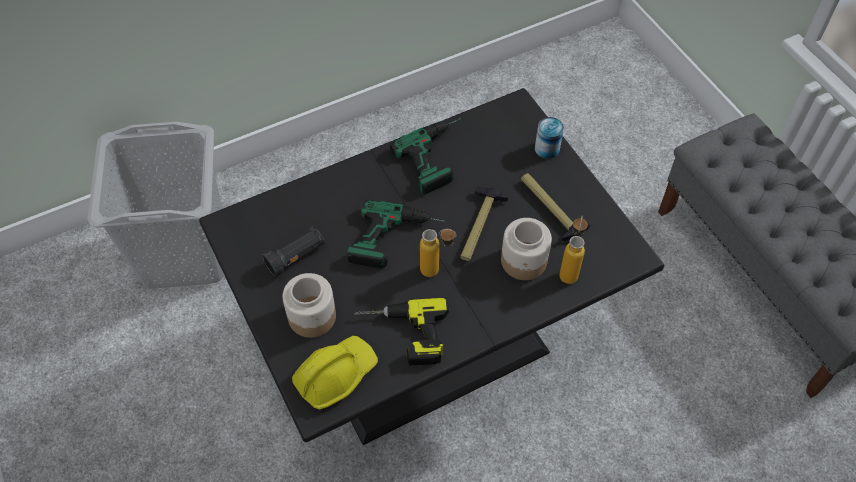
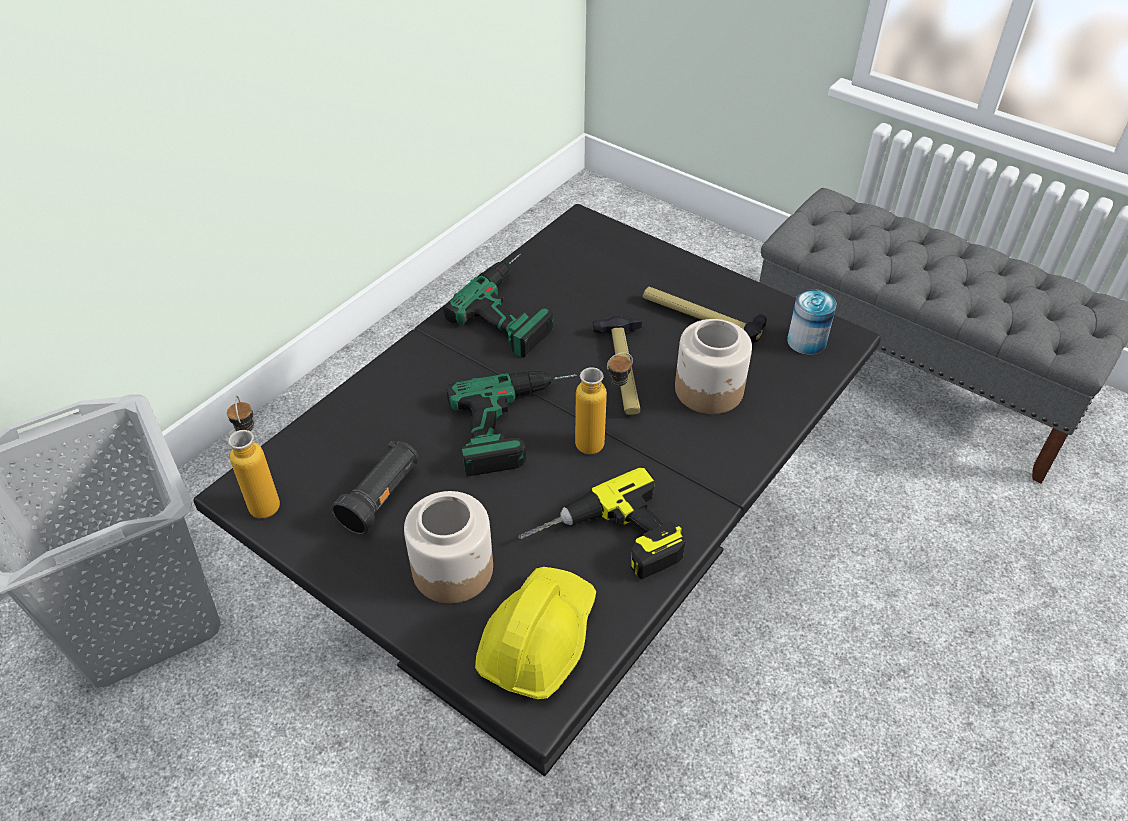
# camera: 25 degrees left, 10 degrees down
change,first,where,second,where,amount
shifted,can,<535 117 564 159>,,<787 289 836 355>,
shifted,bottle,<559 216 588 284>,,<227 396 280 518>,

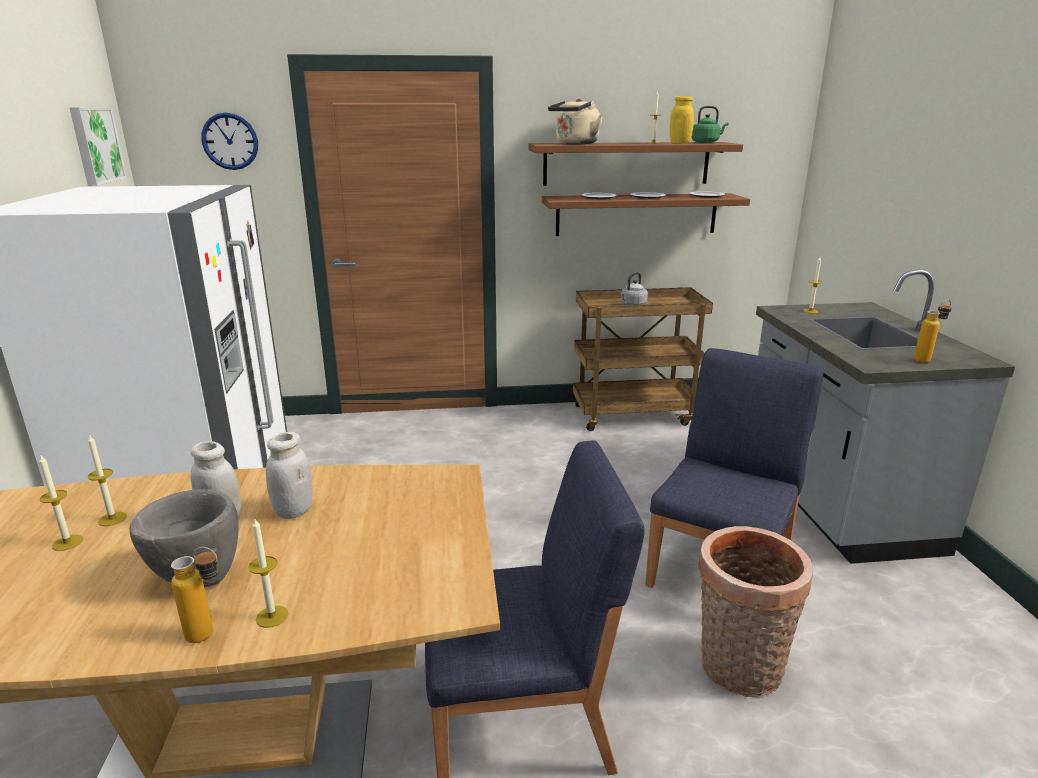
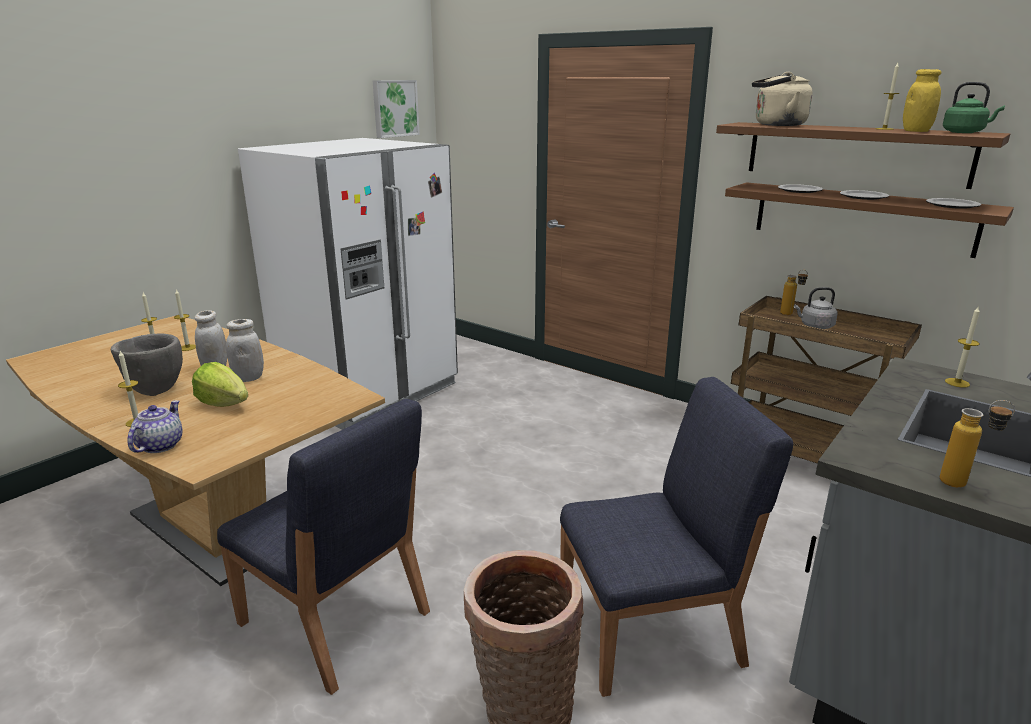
# camera: 45 degrees right, 0 degrees up
change,first,where,second,where,amount
gone,wall clock,<201 113 258 170>,,,
new,,,teapot,<127 400 182 453>,
new,,,lettuce,<192 362 248 407>,
shifted,bottle,<171 547 218 643>,,<780 270 808 315>,

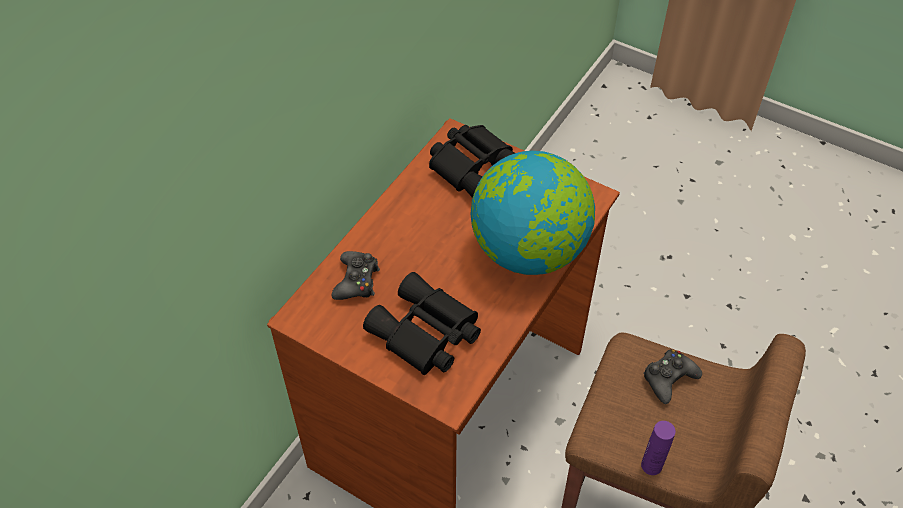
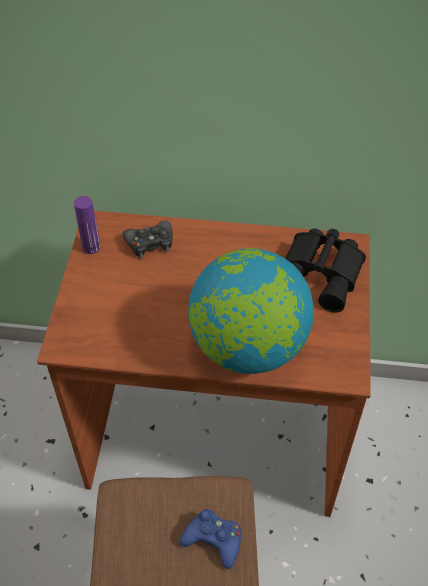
# camera: 65 degrees right, 0 degrees up
change,first,where,second,where,amount
gone,black binoculars,<363 272 481 375>,,,
shifted,purple bottle,<641 421 676 475>,,<74 196 100 254>,
repainted,black game controller,<643 349 702 404>,blue game controller,<180 509 241 569>,

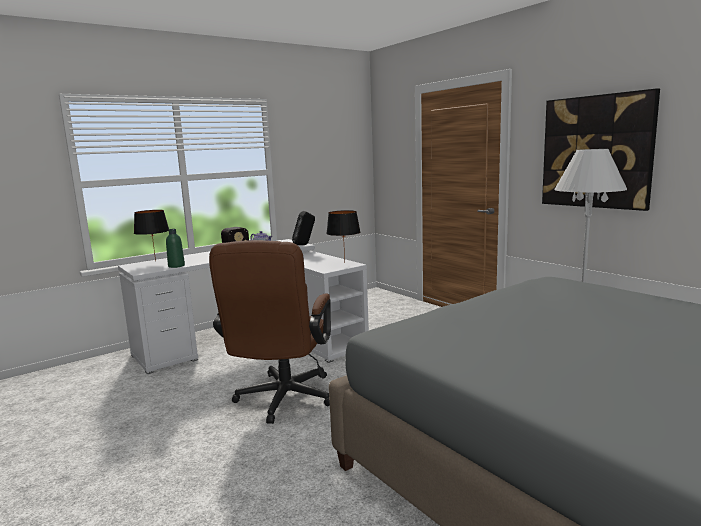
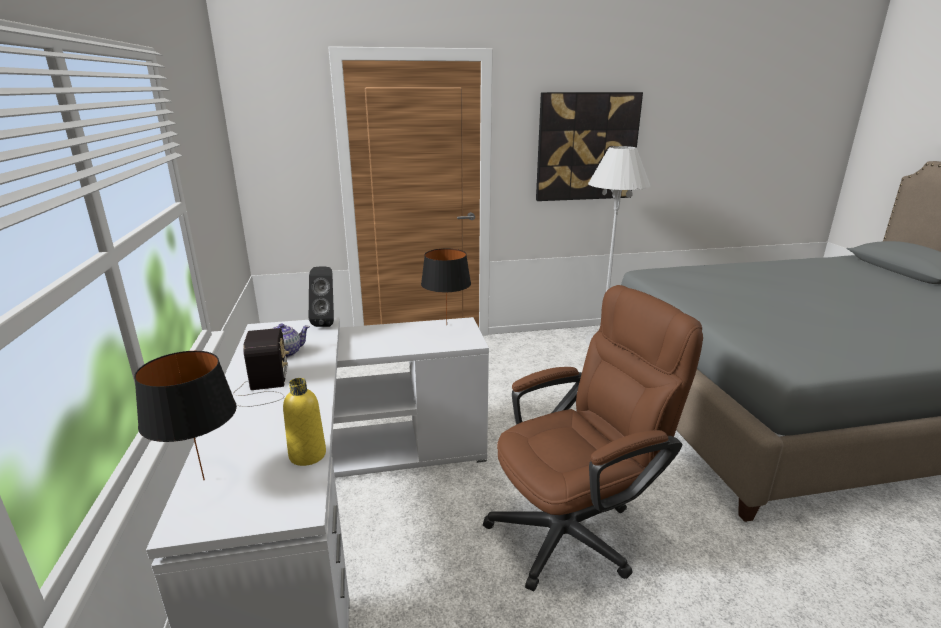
# camera: 65 degrees left, 10 degrees up
change,first,where,second,where,amount
repainted,green bottle,<166 229 185 268>,yellow bottle,<283 378 326 466>,
rotated,brown office chair,<209 240 331 424>,,<483 285 703 591>,60 degrees counterclockwise

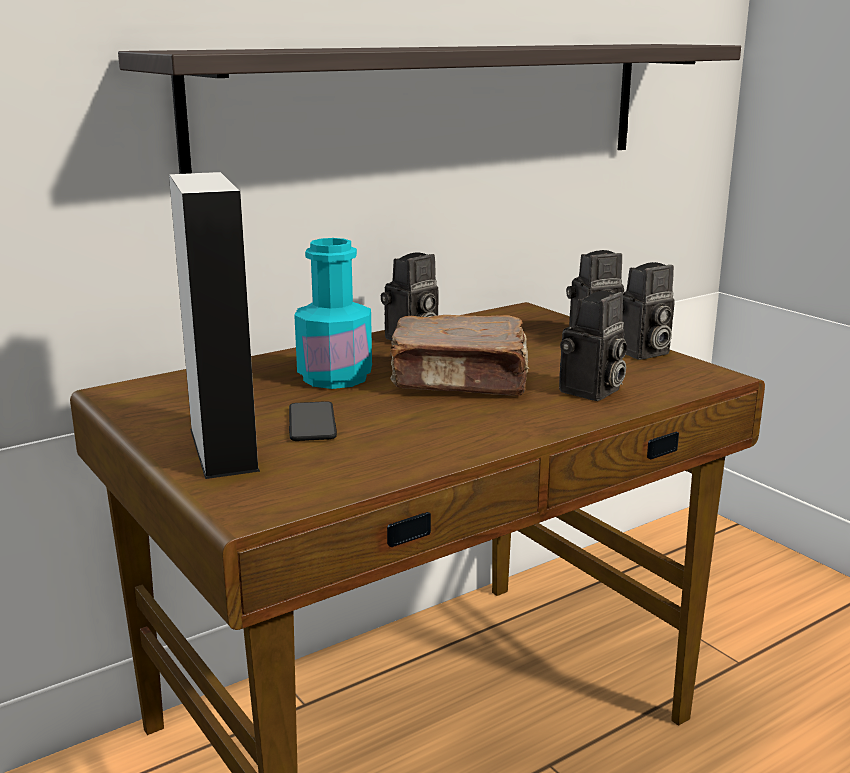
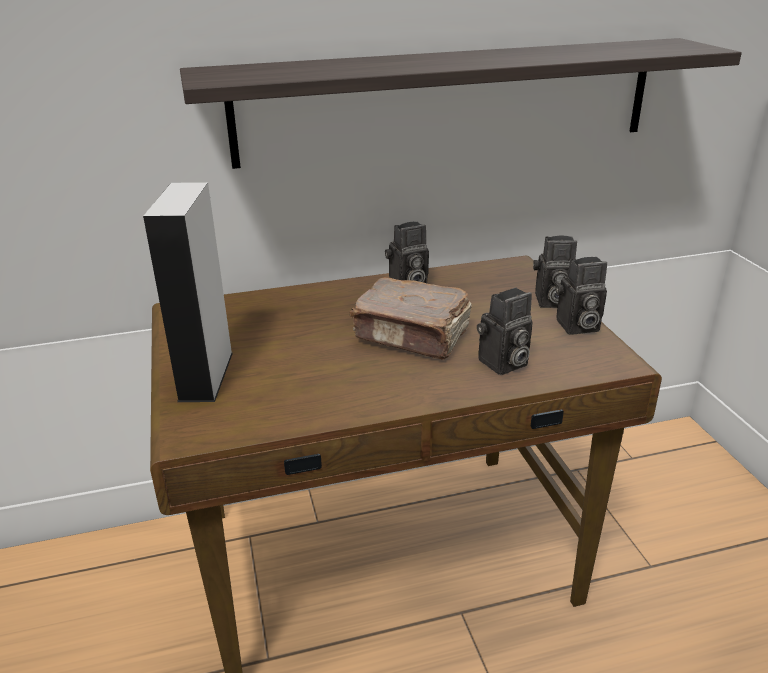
# camera: 20 degrees right, 10 degrees up
change,first,where,second,where,amount
gone,phone,<289 401 337 441>,,,
gone,turquoise bottle,<294 238 372 389>,,,

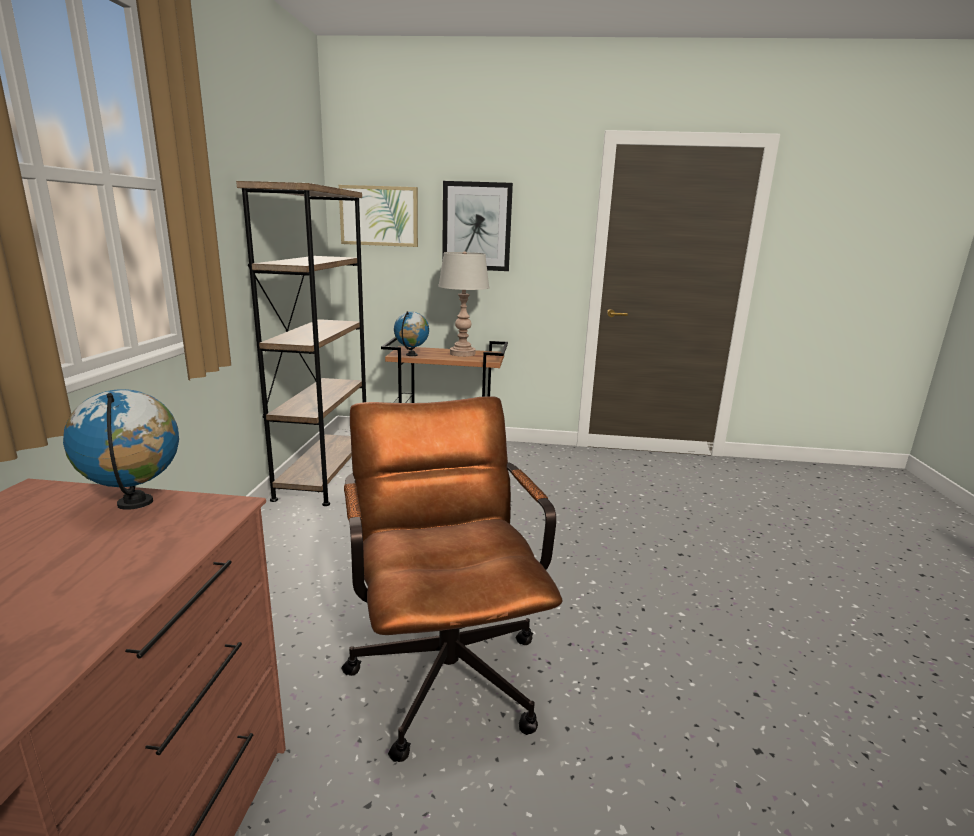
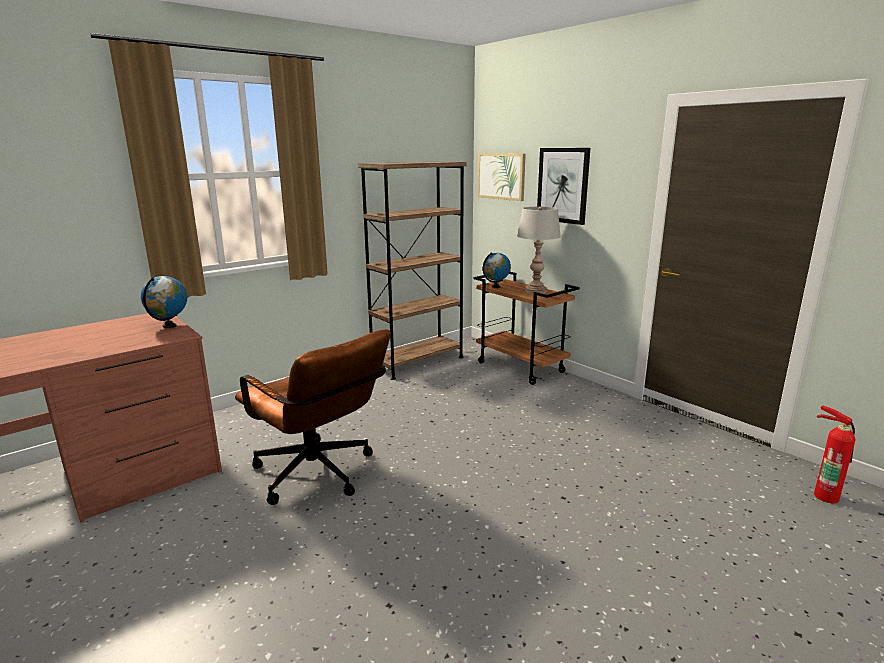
# camera: 45 degrees right, 0 degrees up
change,first,where,second,where,amount
new,,,fire extinguisher,<814 406 856 503>,
rotated,brown office chair,<341 396 563 762>,,<235 330 391 505>,105 degrees clockwise

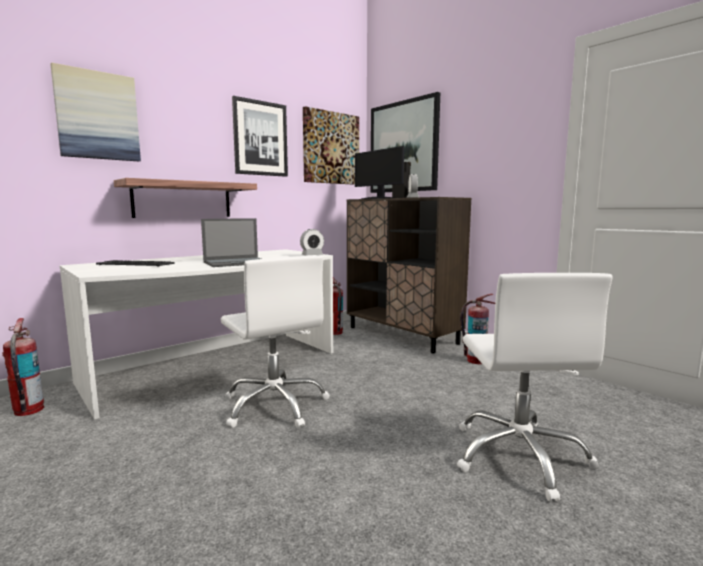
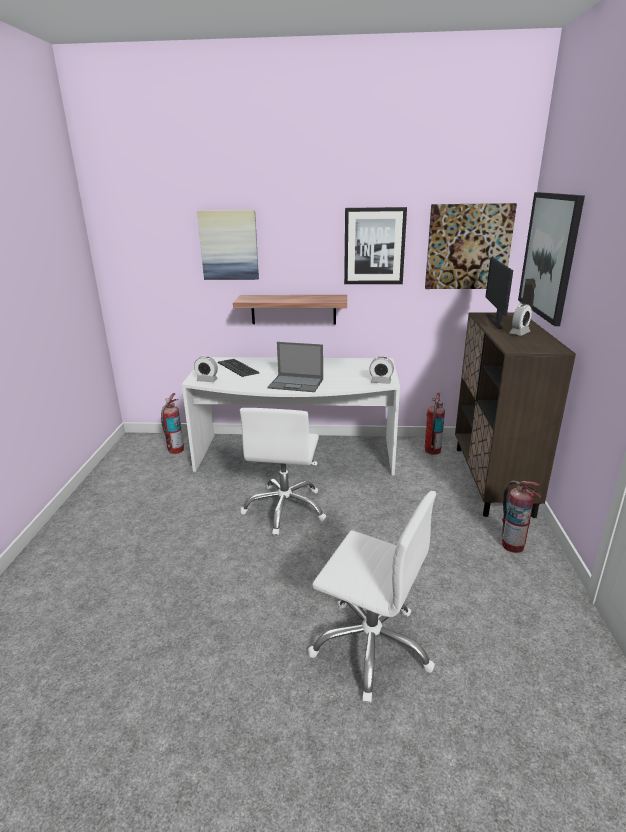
# camera: 45 degrees right, 15 degrees up
change,first,where,second,where,amount
new,,,alarm clock,<194 356 218 382>,
rotated,white office chair,<457 273 613 501>,,<308 491 436 703>,105 degrees counterclockwise

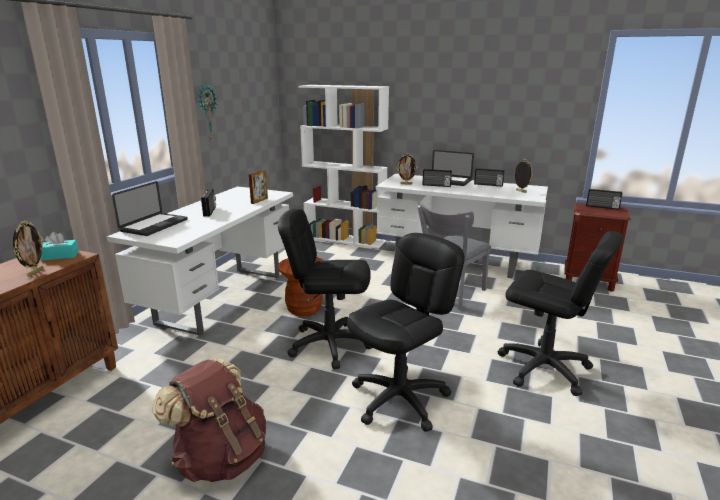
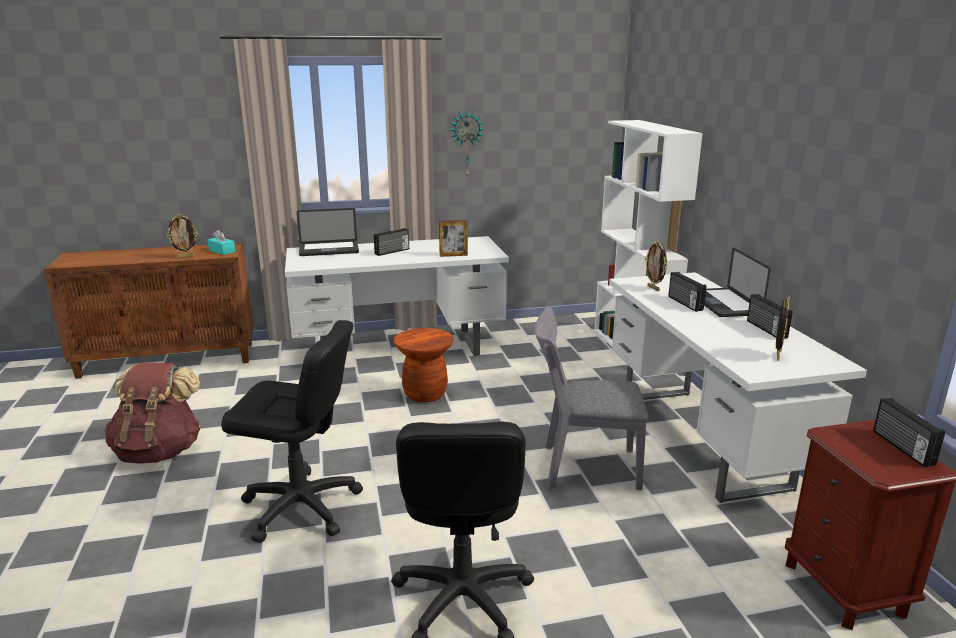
# camera: 55 degrees right, 0 degrees up
change,first,where,second,where,amount
gone,black office chair,<278 209 372 369>,,,

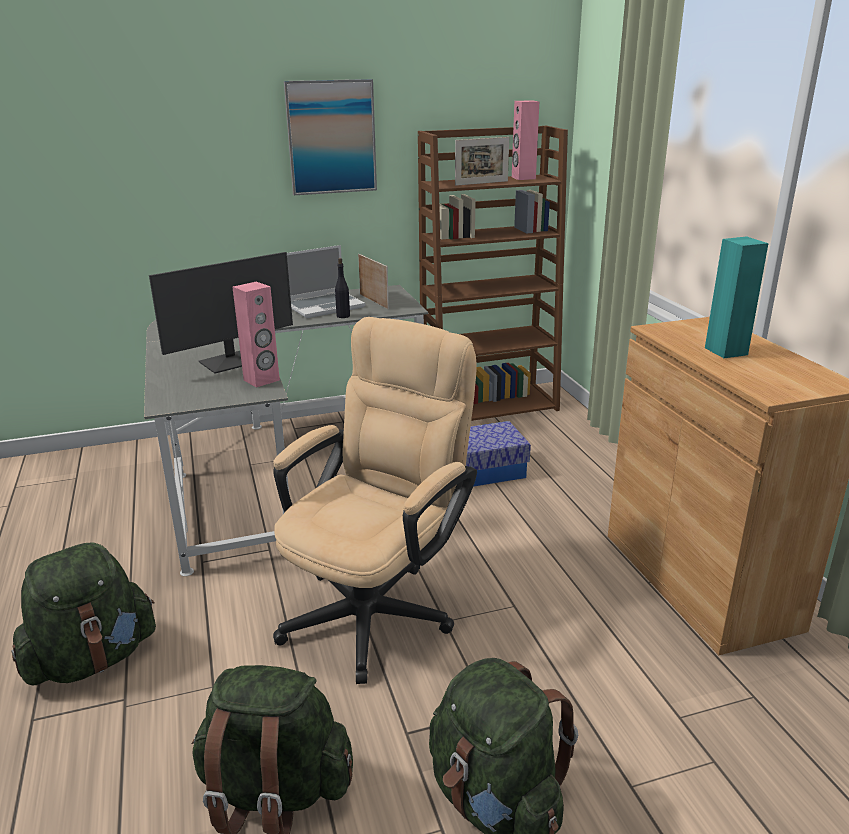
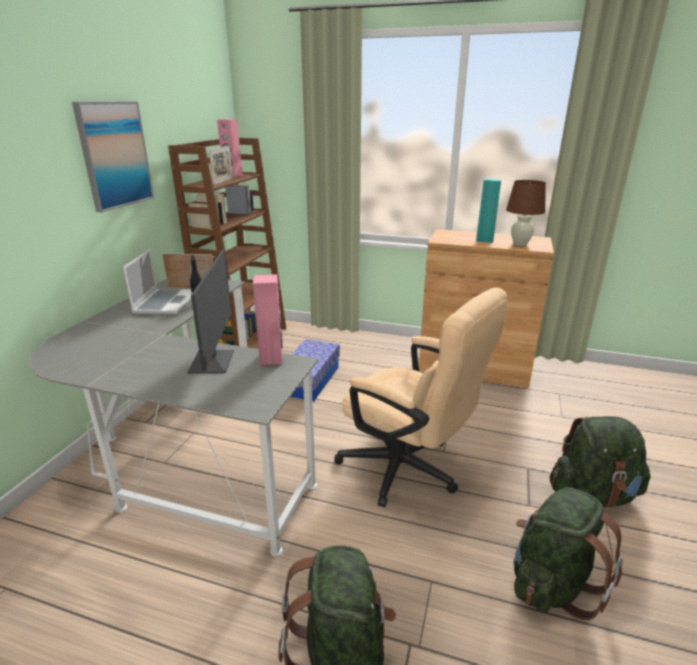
# camera: 55 degrees left, 0 degrees up
change,first,where,second,where,amount
new,,,brown table lamp,<506 180 546 246>,
rotated,beige office chair,<273 317 477 684>,,<334 288 508 507>,150 degrees clockwise

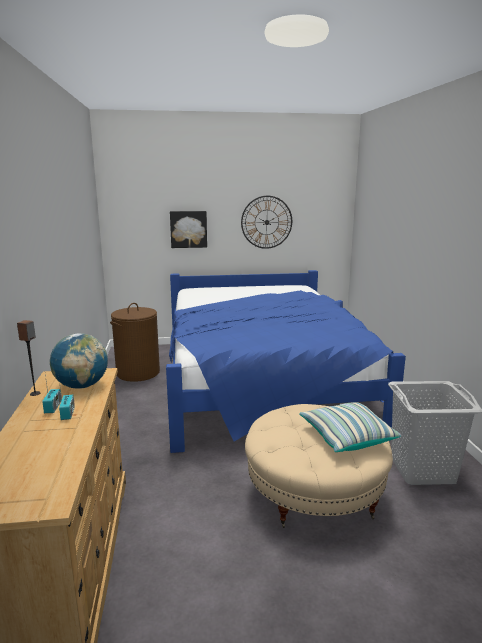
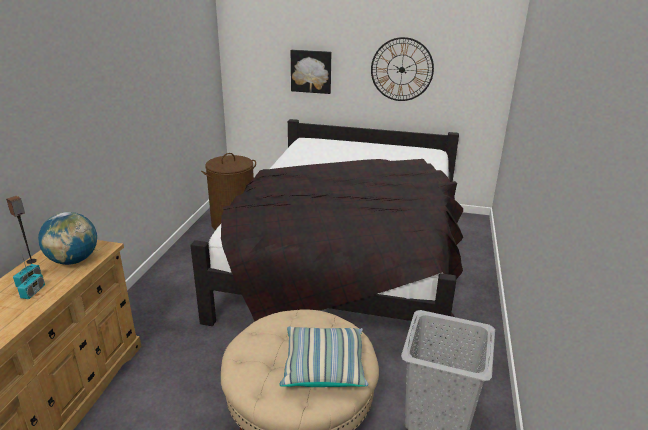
# camera: 20 degrees right, 10 degrees up
change,first,where,second,where,amount
repainted,blue bed,<166 270 406 453>,black bed,<190 119 463 360>,

